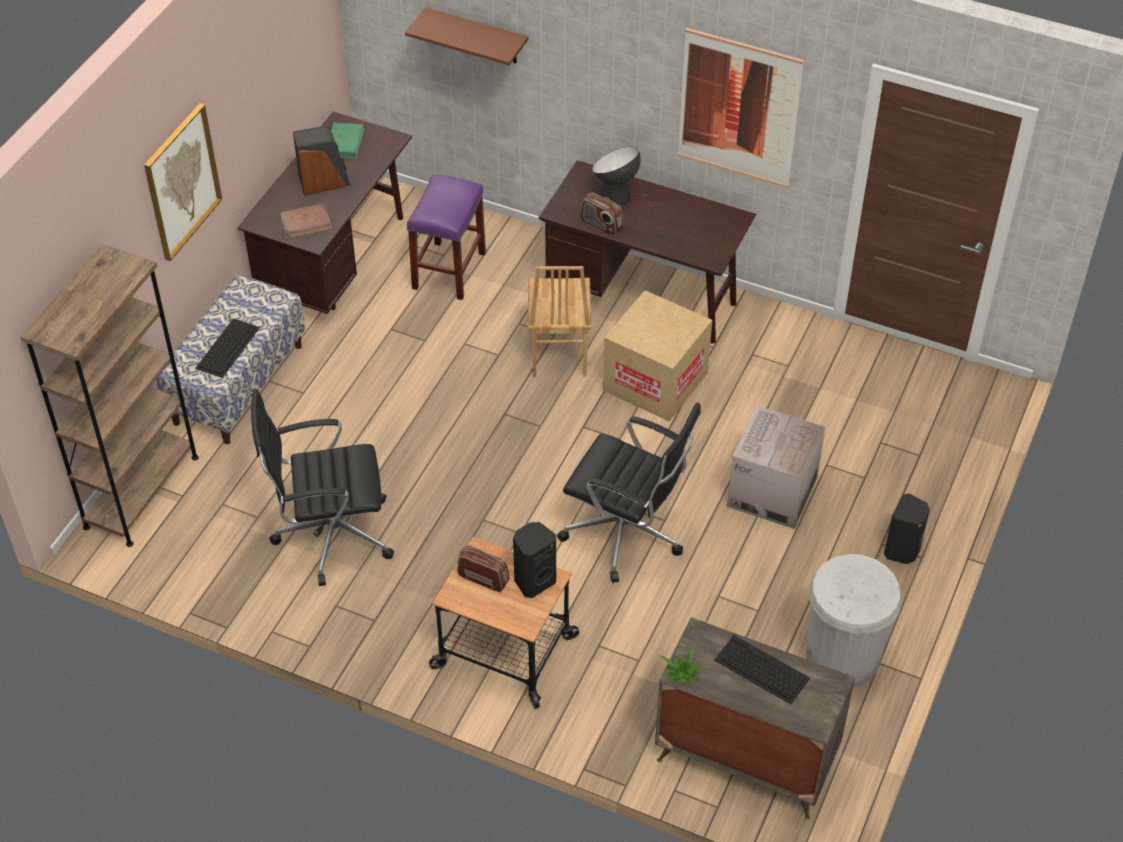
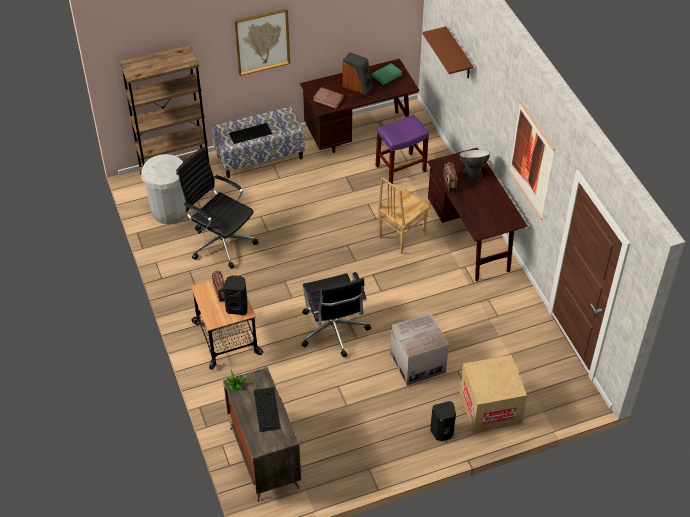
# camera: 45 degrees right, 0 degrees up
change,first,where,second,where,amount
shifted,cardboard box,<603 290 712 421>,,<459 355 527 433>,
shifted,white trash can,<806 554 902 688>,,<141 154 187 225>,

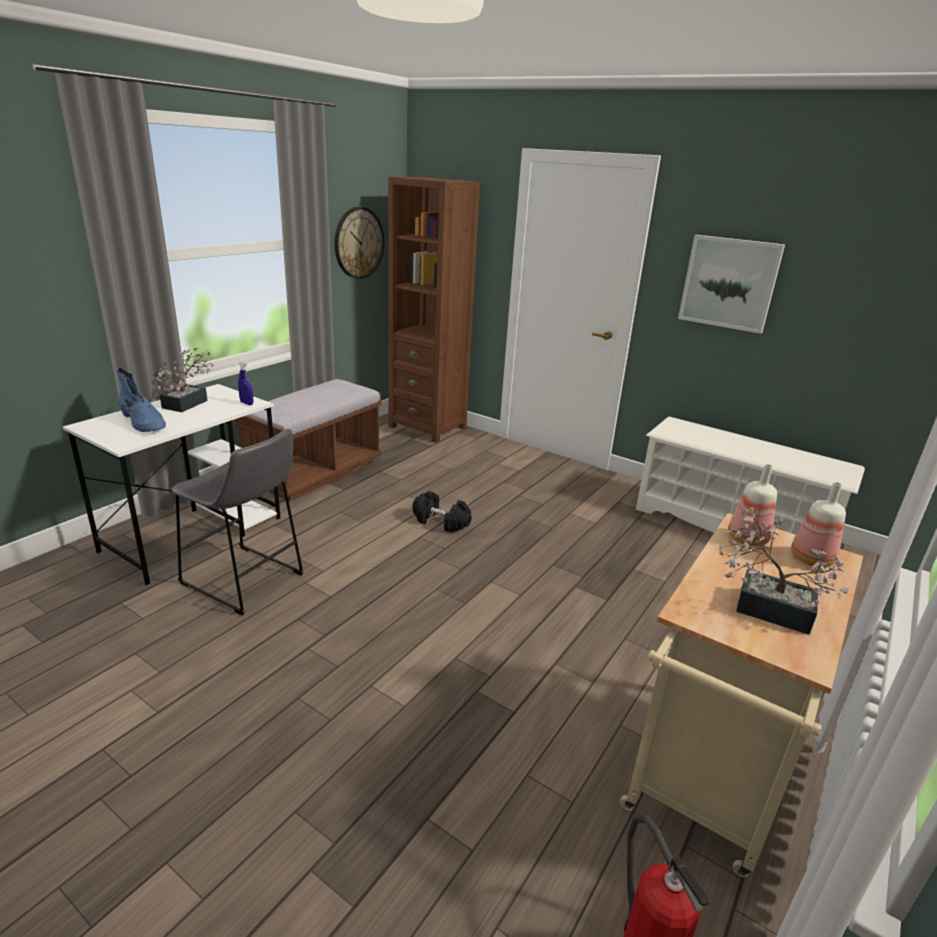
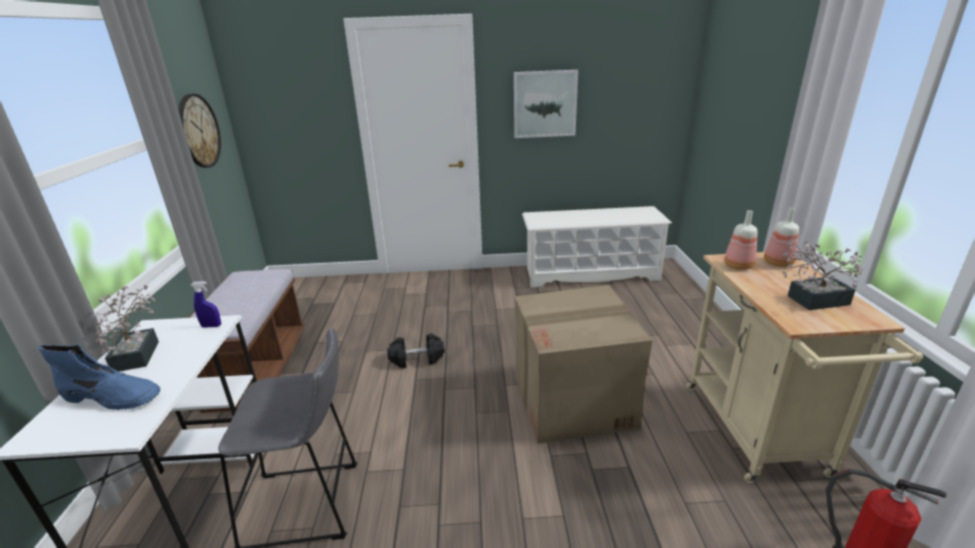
# camera: 35 degrees left, 0 degrees up
change,first,where,second,where,amount
gone,brown bookcase,<388 177 480 443>,,,
new,,,cardboard box,<515 285 653 444>,

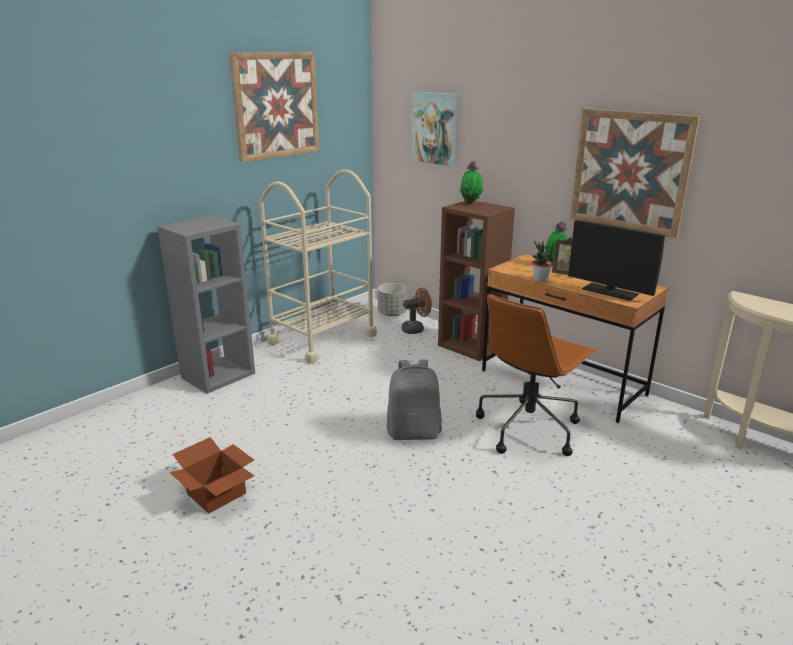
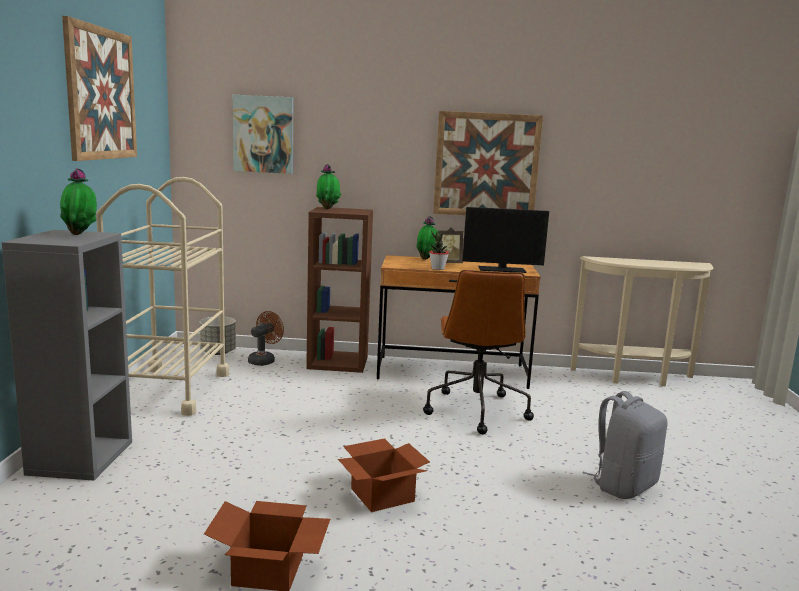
# camera: 40 degrees left, 10 degrees down
change,first,where,second,where,amount
new,,,potted plant,<60 168 97 235>,
new,,,cardboard box,<338 438 430 512>,
shifted,grey backpack,<387 360 442 440>,,<582 391 667 499>,

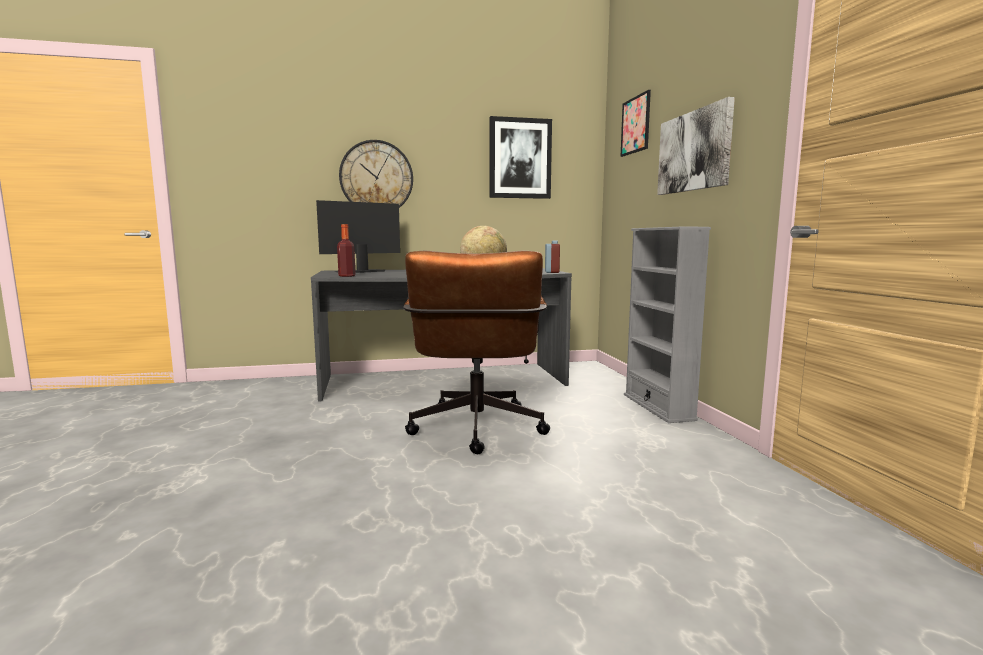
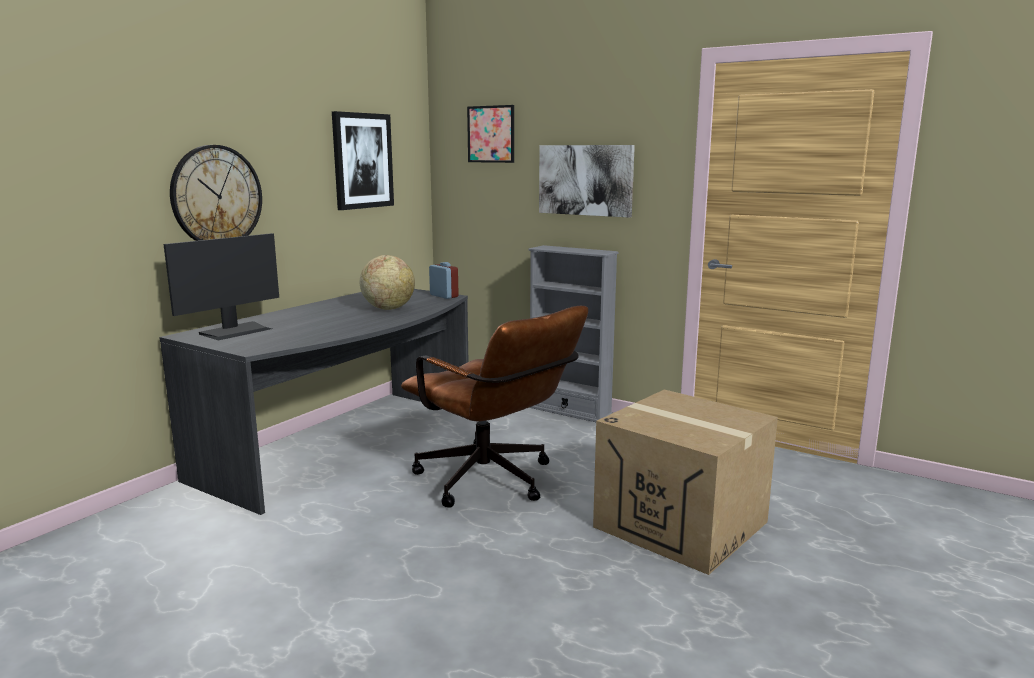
# camera: 45 degrees left, 5 degrees up
change,first,where,second,where,amount
gone,bottle,<337 224 356 277>,,,
new,,,cardboard box,<593 389 778 575>,
rotated,monitor,<316 200 400 273>,,<164 233 279 341>,150 degrees counterclockwise

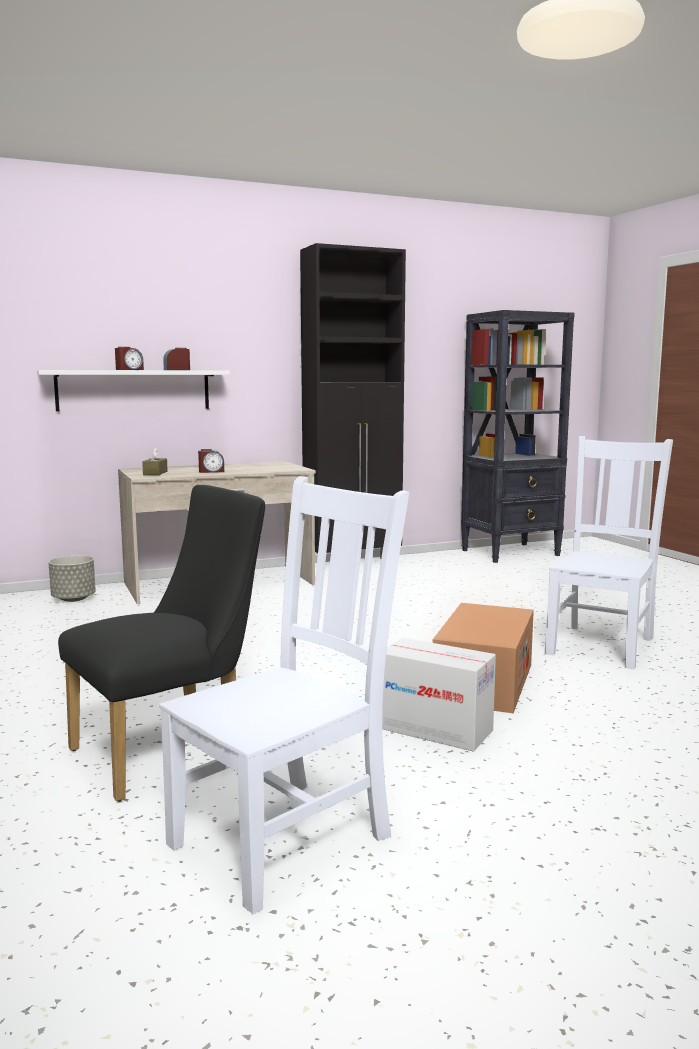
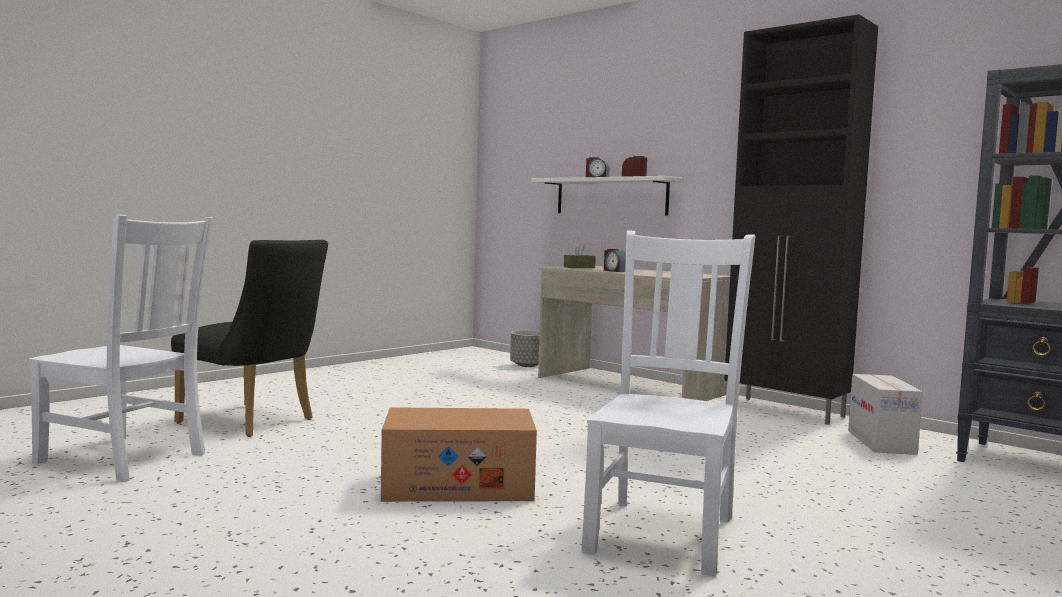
# camera: 65 degrees right, 5 degrees down
change,first,where,second,where,amount
shifted,cardboard box,<382 638 496 752>,,<848 374 923 455>,
rotated,white chair,<544 436 673 669>,,<581 230 755 577>,75 degrees counterclockwise

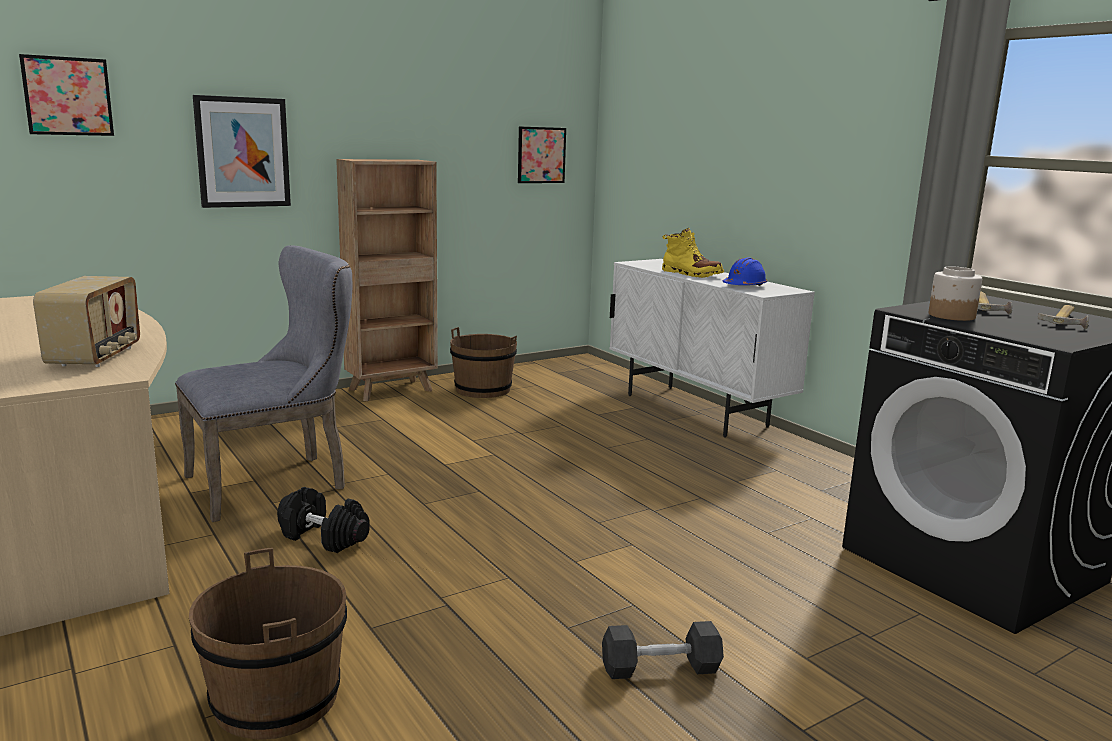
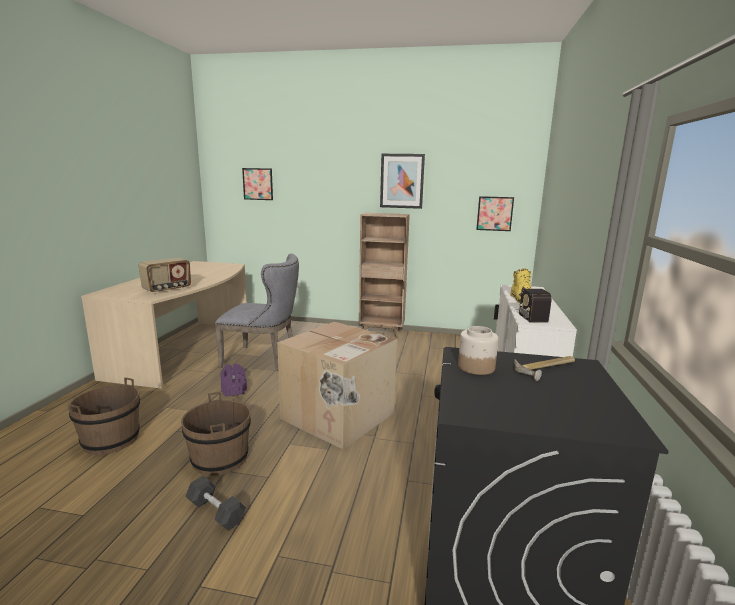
# camera: 45 degrees right, 0 degrees up
change,first,where,second,where,amount
gone,hammer,<1038 305 1089 329>,,,
new,,,cardboard box,<277 322 397 449>,
shifted,picture,<193 95 291 208>,,<380 154 425 209>,
shifted,brown bucket,<450 327 517 398>,,<181 392 251 476>,
swapped,blue hard hat,<723 257 767 286>,radio,<515 289 552 322>,
repainted,black dumbbell,<277 487 370 553>,purple dumbbell,<220 363 247 397>,

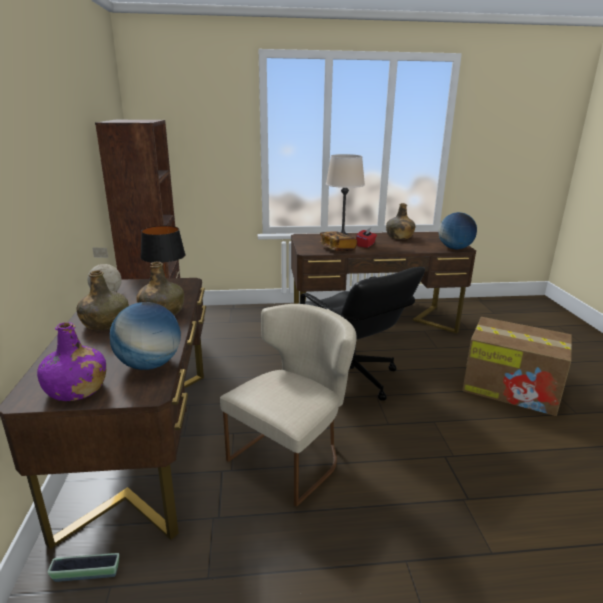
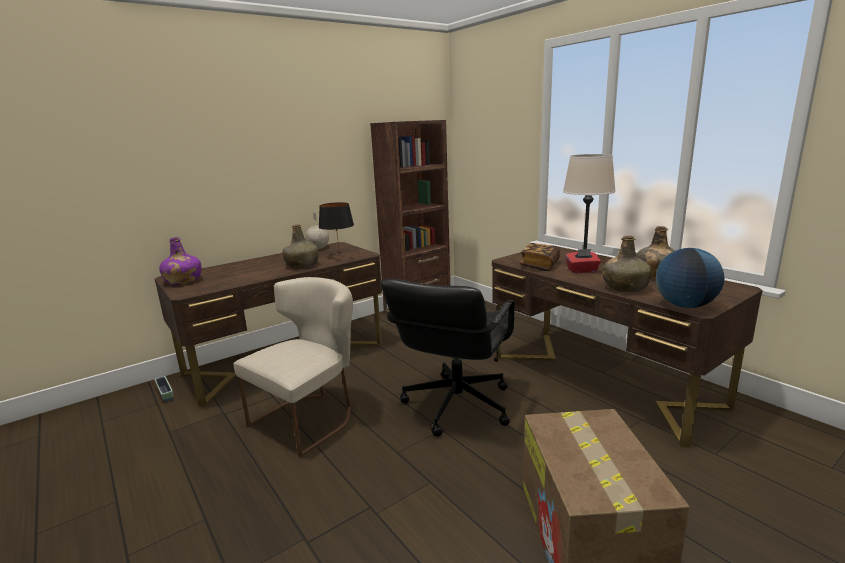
# camera: 60 degrees right, 5 degrees down
change,first,where,second,where,amount
gone,globe,<110 302 181 370>,,,
shifted,green bottle,<76 270 129 331>,,<602 236 651 292>,
rotated,beige chair,<220 304 357 507>,,<233 277 353 457>,60 degrees counterclockwise

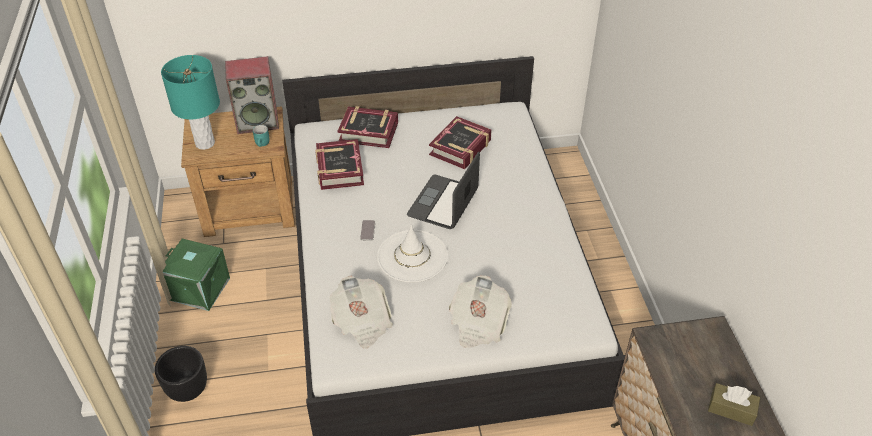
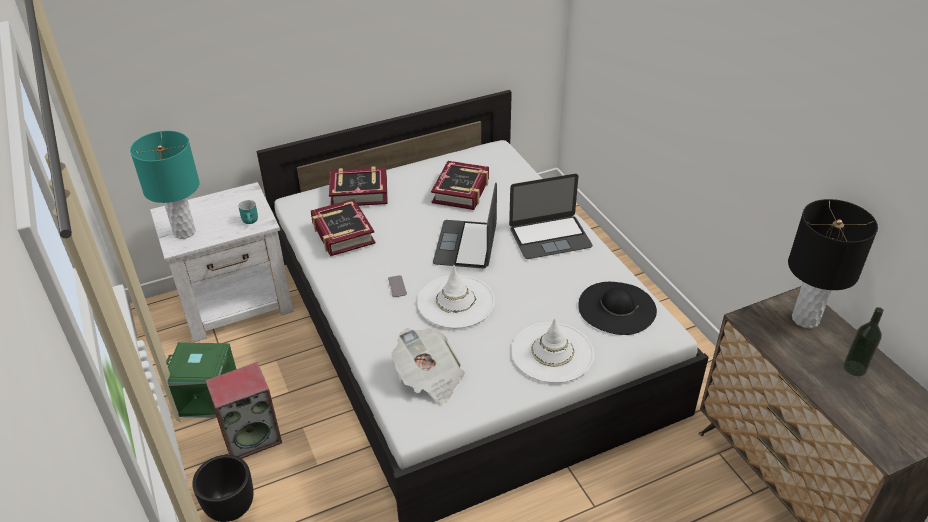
# camera: 15 degrees left, 5 degrees down
change,first,where,second,where,amount
new,,,laptop,<509 174 593 259>,
new,,,black hat,<578 282 657 335>,
new,,,black table lamp,<788 199 878 328>,
shifted,speaker,<225 56 279 134>,,<205 362 282 459>,
swapped,newspaper,<449 275 512 348>,white hat,<511 318 594 383>,
swapped,brown tissue box,<708 383 760 426>,bottle,<844 307 884 376>,
repainted,brown nightstand,<181 106 295 237>,white nightstand,<150 182 294 342>,

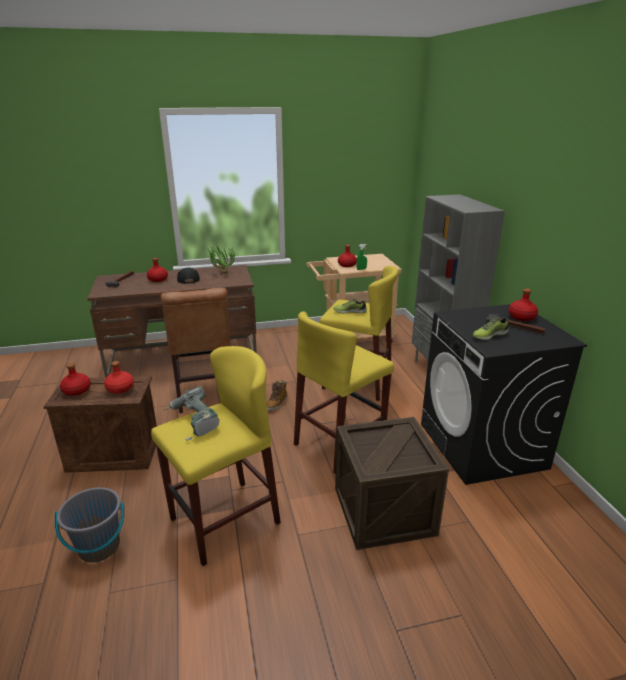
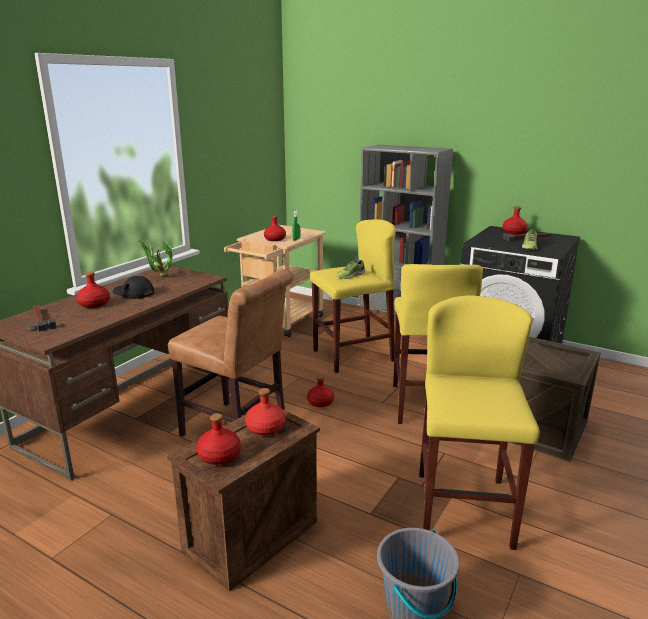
# camera: 45 degrees left, 5 degrees down
change,first,where,second,where,amount
gone,power drill,<162 386 219 441>,,,
swapped,boot,<267 380 287 411>,red bottle,<307 375 334 407>,

